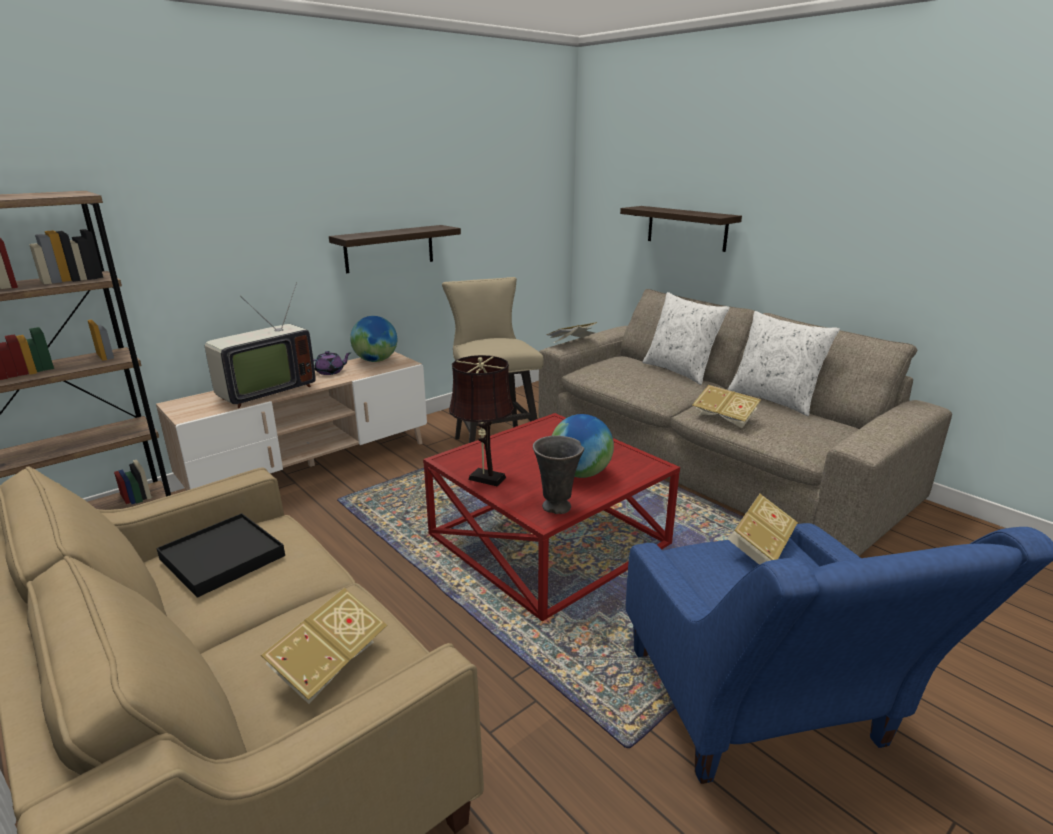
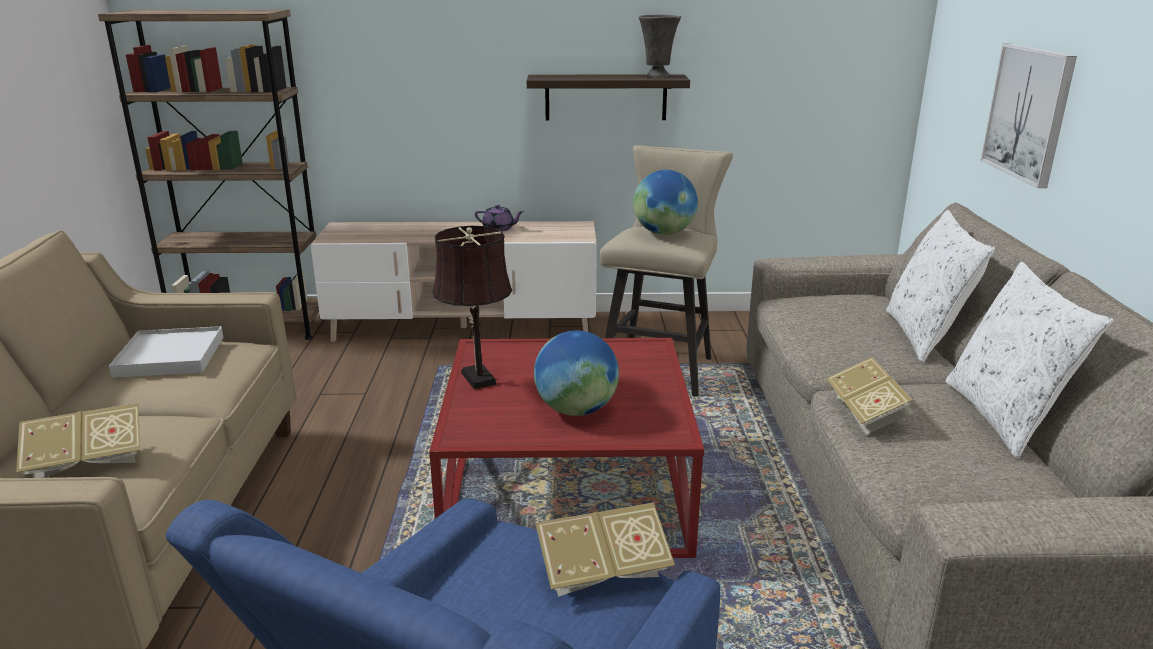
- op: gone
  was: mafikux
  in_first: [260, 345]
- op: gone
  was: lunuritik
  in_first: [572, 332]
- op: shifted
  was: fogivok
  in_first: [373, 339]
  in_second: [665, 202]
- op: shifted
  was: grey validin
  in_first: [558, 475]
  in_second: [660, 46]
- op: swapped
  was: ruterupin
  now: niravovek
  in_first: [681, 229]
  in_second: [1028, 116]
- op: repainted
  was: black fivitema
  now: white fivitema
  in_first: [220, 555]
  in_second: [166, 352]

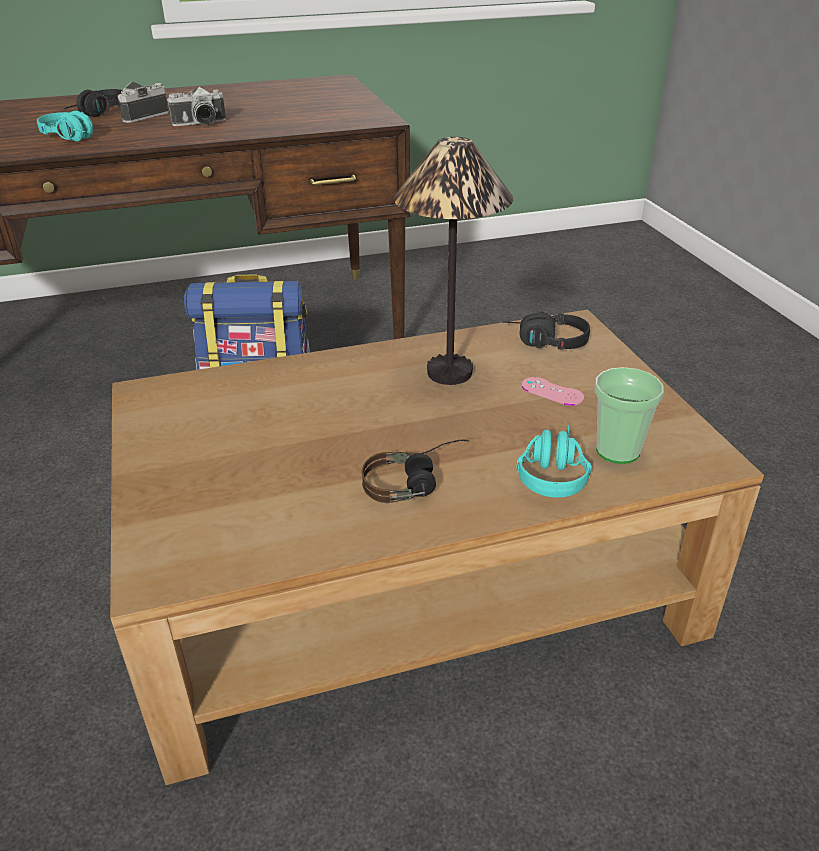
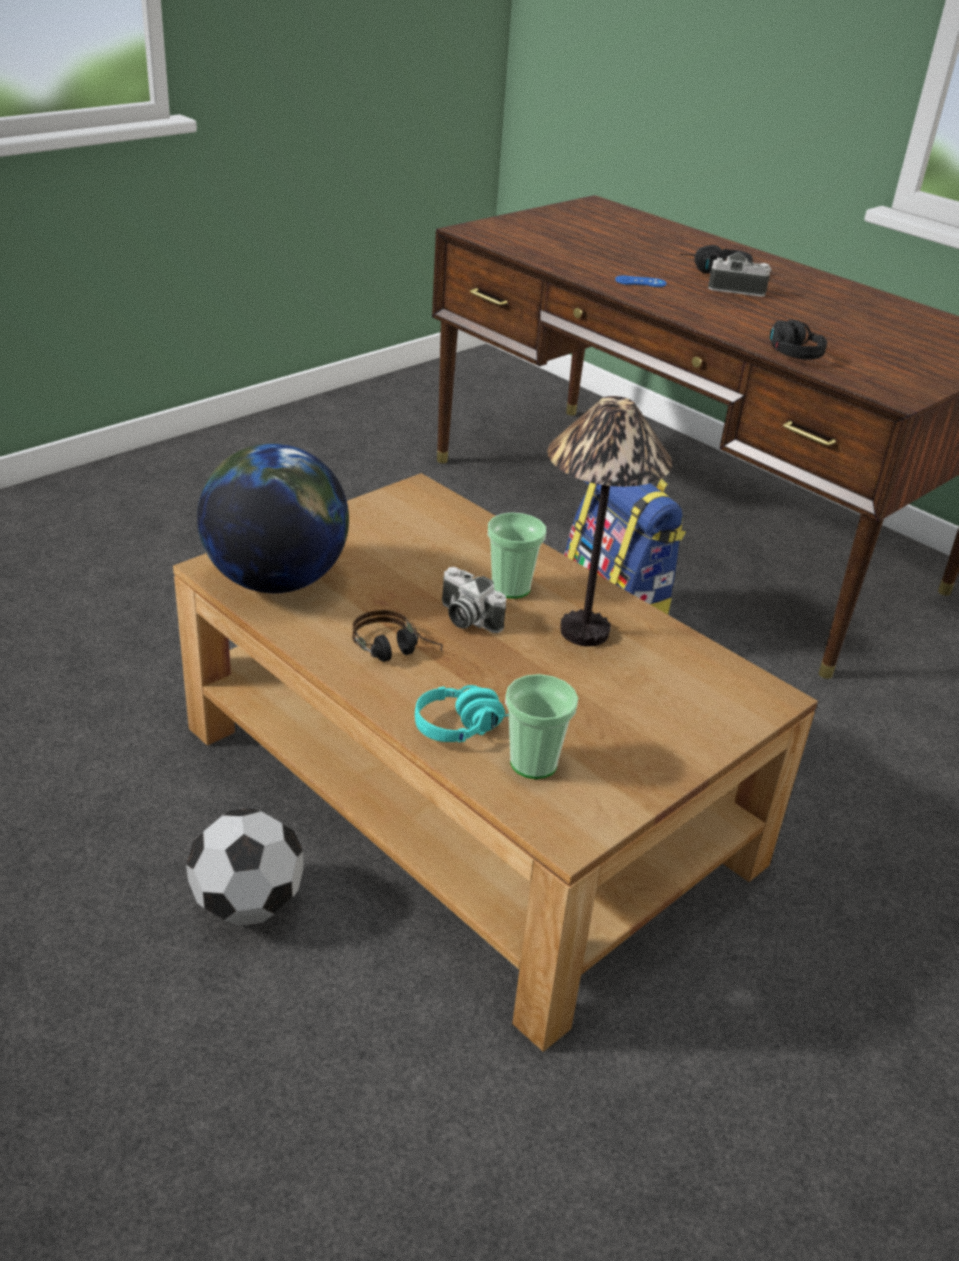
- op: gone
  was: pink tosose
  in_first: [553, 391]
- op: new
  now: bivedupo
  in_second: [245, 867]
- op: new
  now: fogivok
  in_second: [273, 518]
- op: new
  now: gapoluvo
  in_second: [517, 555]
- op: shifted
  was: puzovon
  in_first: [196, 106]
  in_second: [474, 600]
- op: shifted
  was: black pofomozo
  in_first: [546, 330]
  in_second: [798, 340]
- op: swapped
  was: turquoise pofomozo
  now: blue tosose
  in_first: [65, 126]
  in_second: [640, 281]

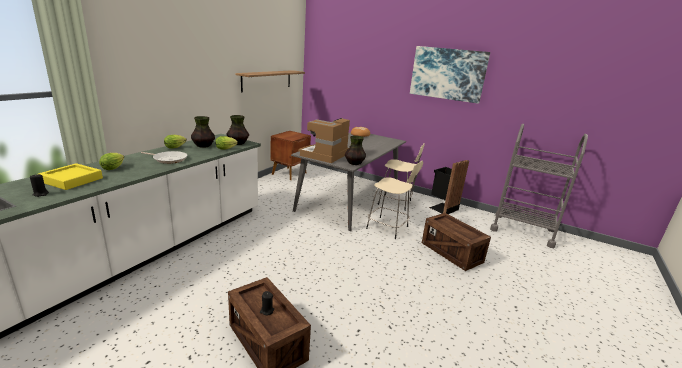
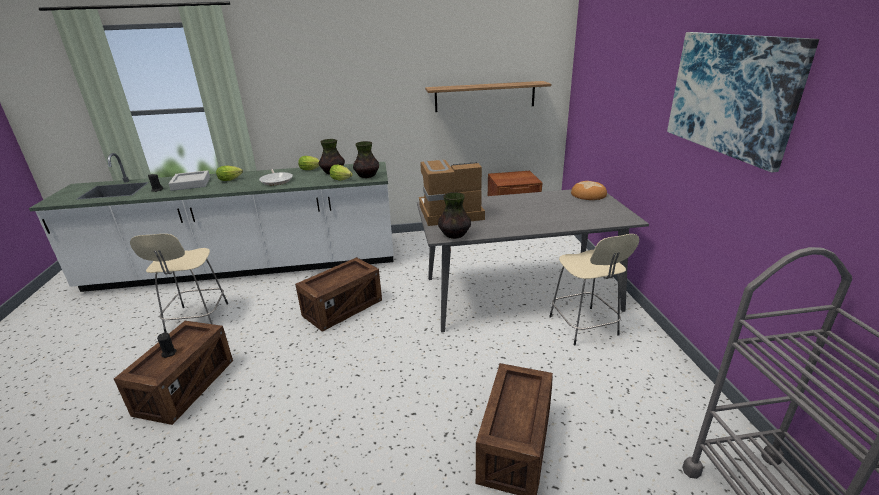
- op: gone
  was: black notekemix
  in_first: [449, 187]
- op: new
  now: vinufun
  in_second: [338, 294]
- op: shifted
  was: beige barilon
  in_first: [394, 200]
  in_second: [179, 283]
- op: repainted
  was: yellow fivitema
  now: grey fivitema
  in_first: [70, 176]
  in_second: [189, 180]

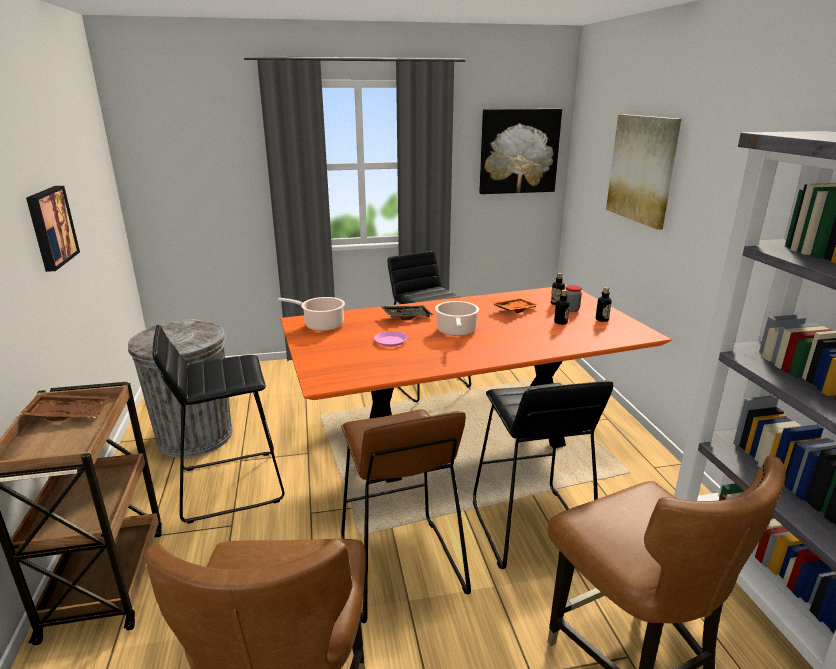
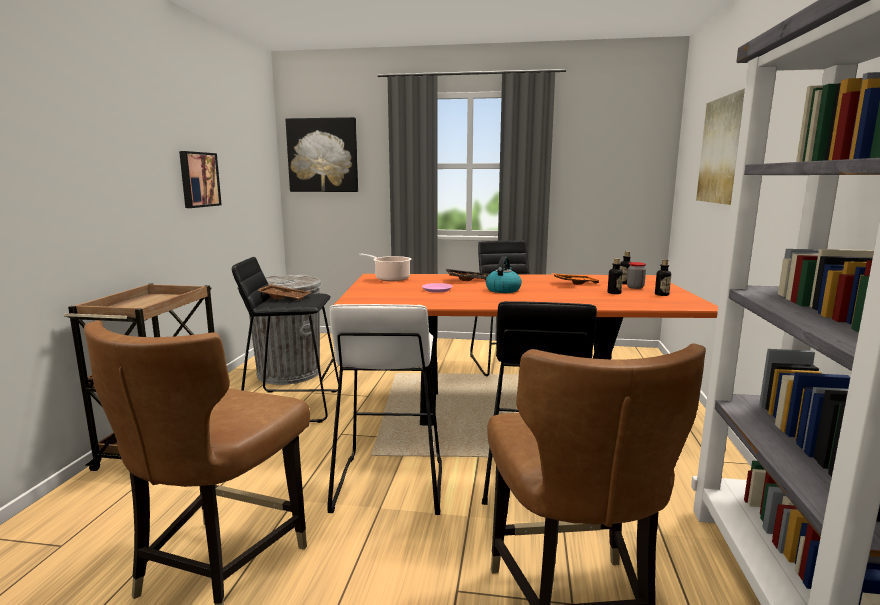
- op: shifted
  was: brown fivitema
  in_first: [64, 407]
  in_second: [284, 292]
- op: shifted
  was: niravovek
  in_first: [520, 151]
  in_second: [321, 154]
- op: swapped
  was: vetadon
  now: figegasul
  in_first: [457, 318]
  in_second: [504, 274]
- op: repainted
  was: brown barilon
  now: white barilon
  in_first: [406, 516]
  in_second: [384, 409]

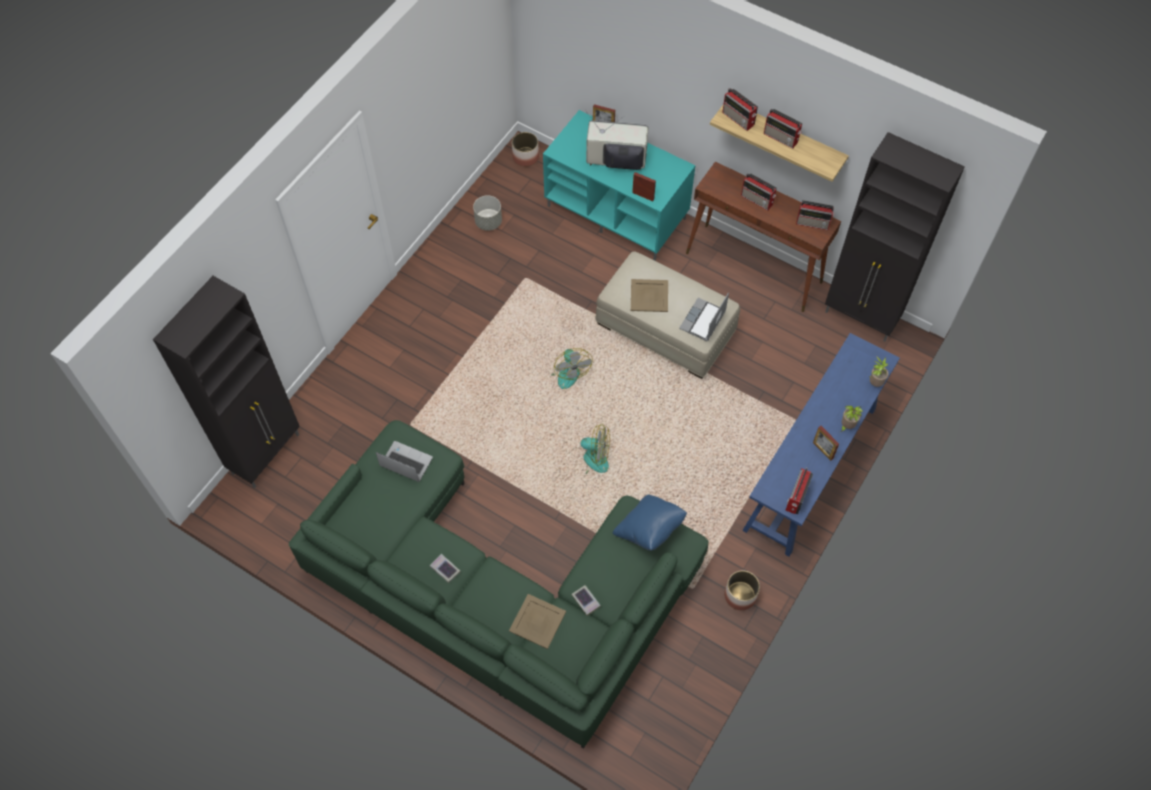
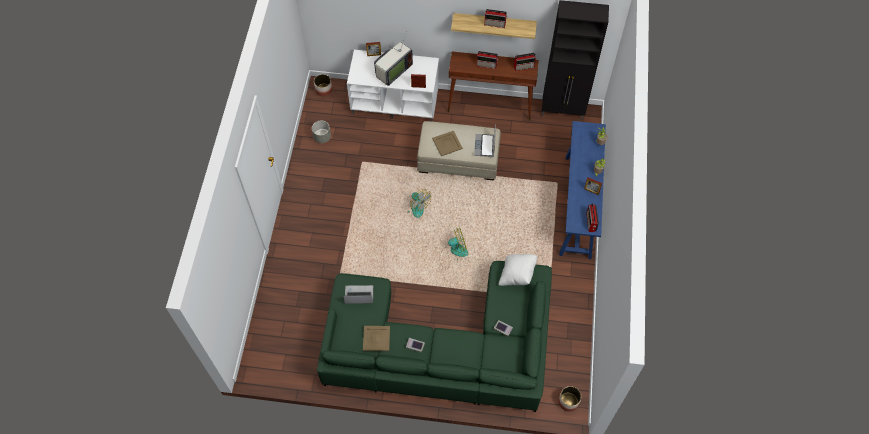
- op: gone
  was: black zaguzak
  in_first: [226, 382]
- op: gone
  was: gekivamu
  in_first: [740, 109]
- op: shifted
  was: beige fivitema
  in_first: [537, 621]
  in_second: [376, 338]
- op: shifted
  was: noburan
  in_first: [742, 590]
  in_second: [569, 399]
- op: repainted
  was: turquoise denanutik
  now: white denanutik
  in_first: [619, 185]
  in_second: [393, 86]
- op: repainted
  was: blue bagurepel
  now: white bagurepel
  in_first: [649, 522]
  in_second: [518, 270]
- op: rotated
  was: mafikux
  in_first: [616, 140]
  in_second: [393, 59]
  clockwise: 150

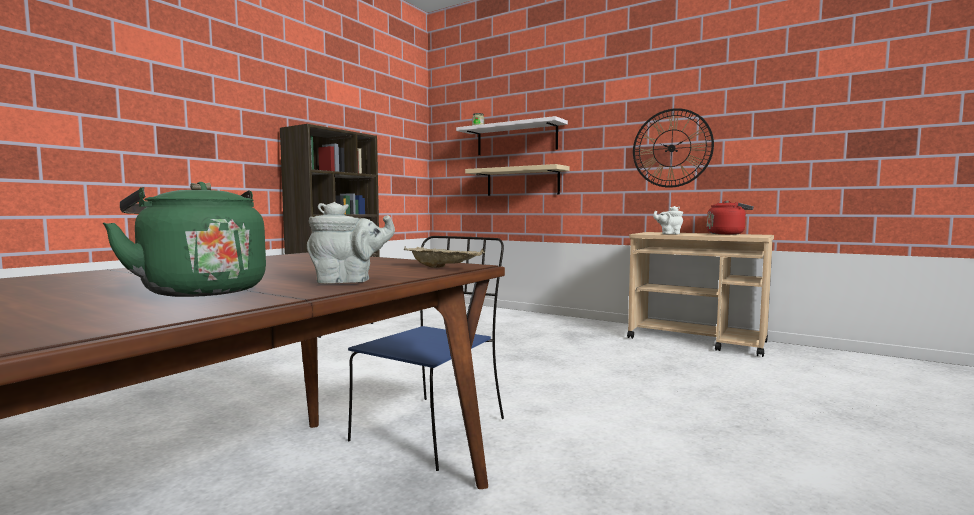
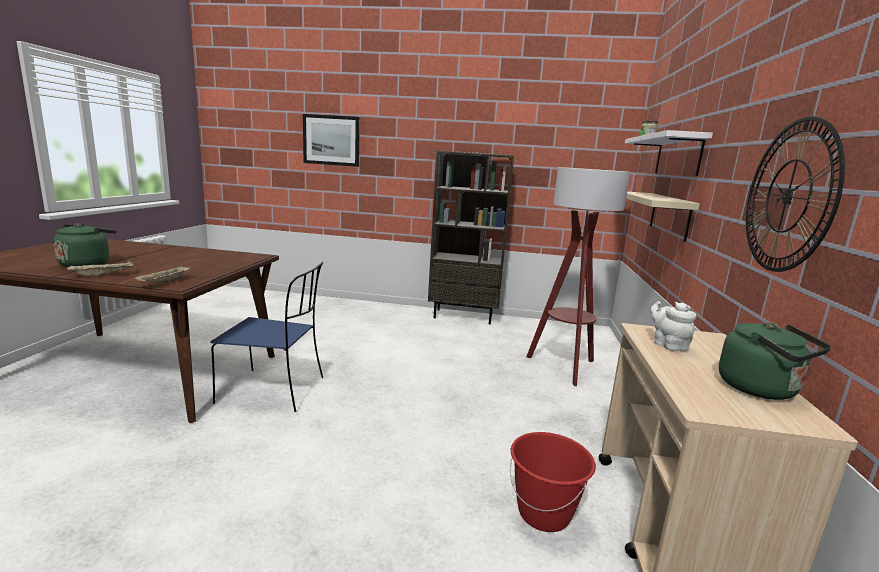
- op: new
  now: niravovek
  in_second: [331, 140]
- op: new
  now: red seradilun
  in_second: [553, 482]
- op: new
  now: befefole
  in_second: [578, 276]
- op: swapped
  was: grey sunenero
  now: beige fivitema
  in_first: [351, 243]
  in_second: [100, 269]
- op: repainted
  was: red figegasul
  now: green figegasul
  in_first: [730, 217]
  in_second: [775, 361]

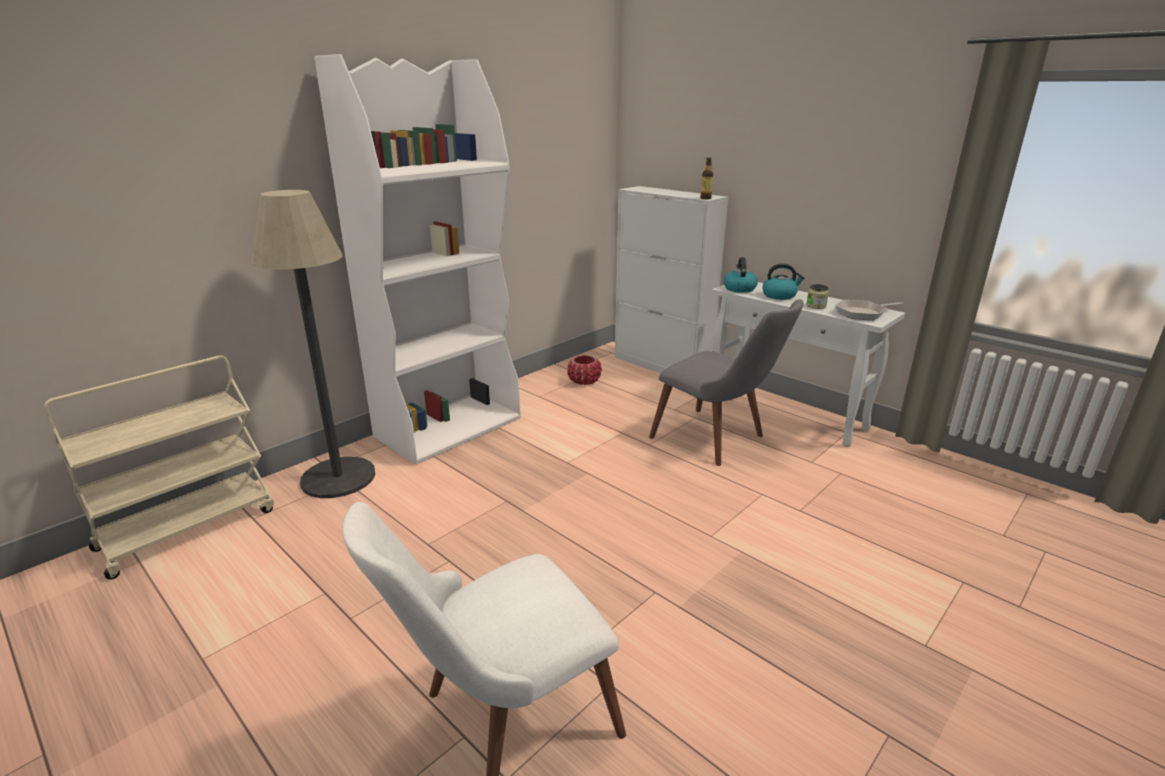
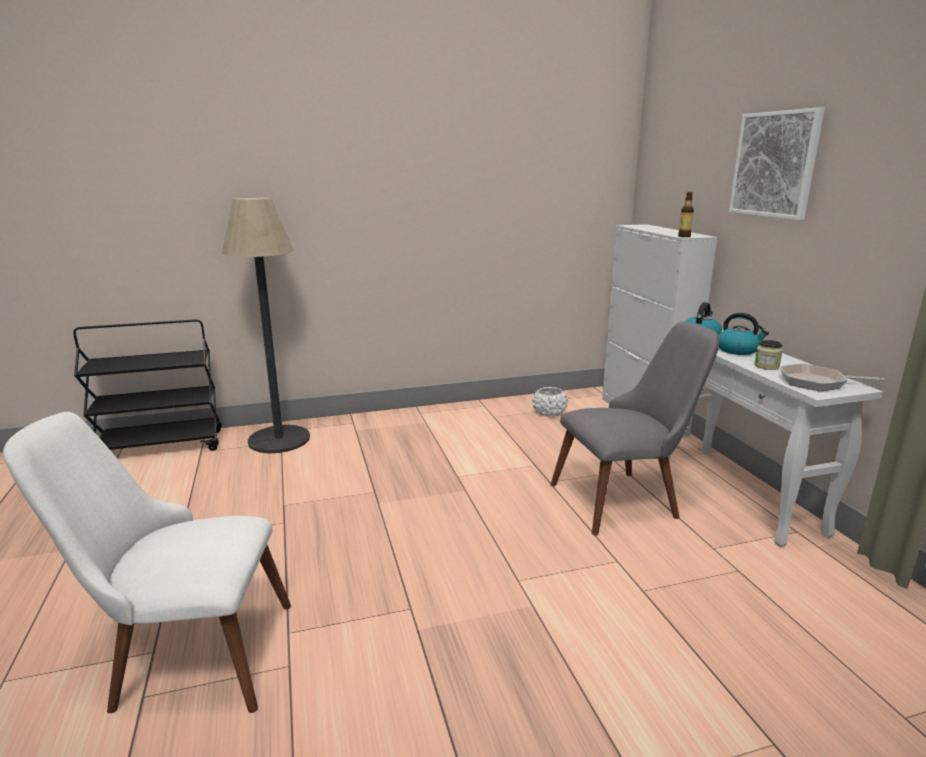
- op: gone
  was: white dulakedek
  in_first: [418, 259]
- op: new
  now: niravovek
  in_second: [777, 163]
- op: repainted
  was: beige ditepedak
  now: black ditepedak
  in_first: [159, 468]
  in_second: [147, 385]
- op: repainted
  was: red noburan
  now: white noburan
  in_first: [584, 370]
  in_second: [550, 402]
- op: rotated
  was: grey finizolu
  in_first: [726, 382]
  in_second: [635, 429]
  clockwise: -90

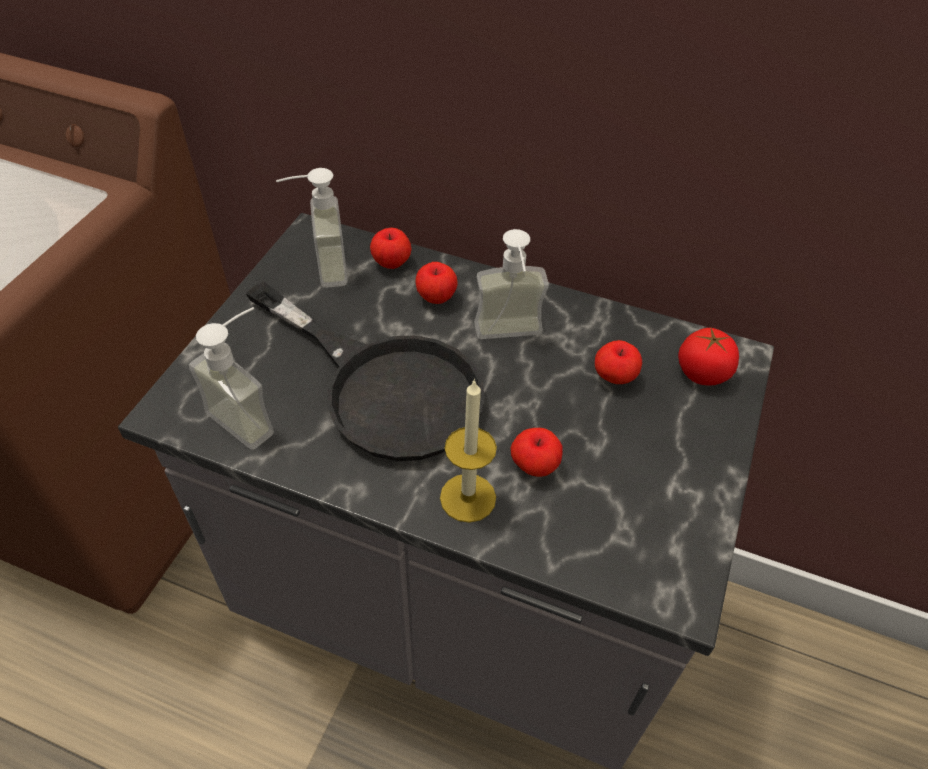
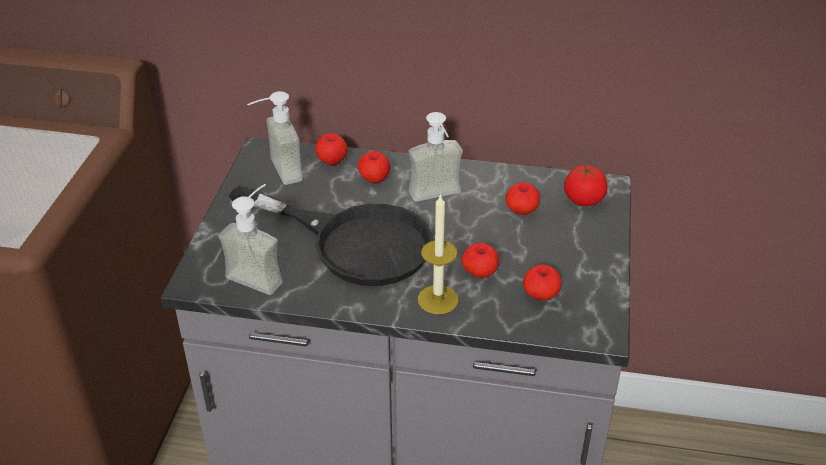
- op: new
  now: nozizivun
  in_second: [542, 282]

